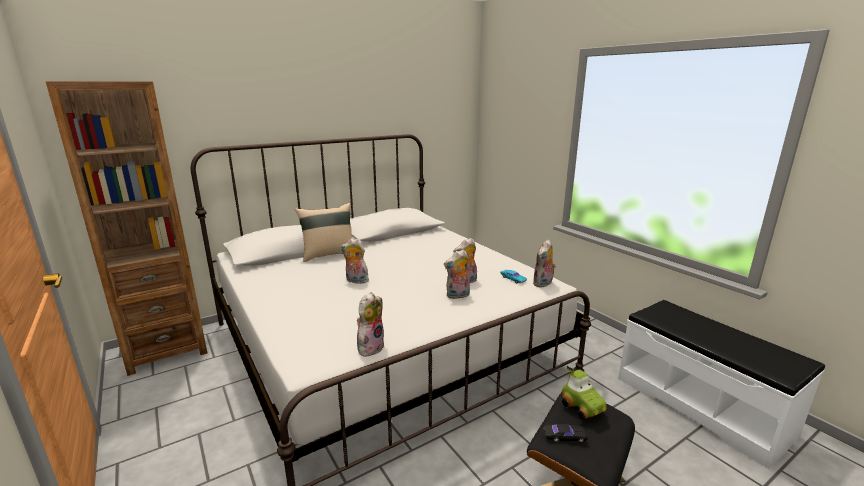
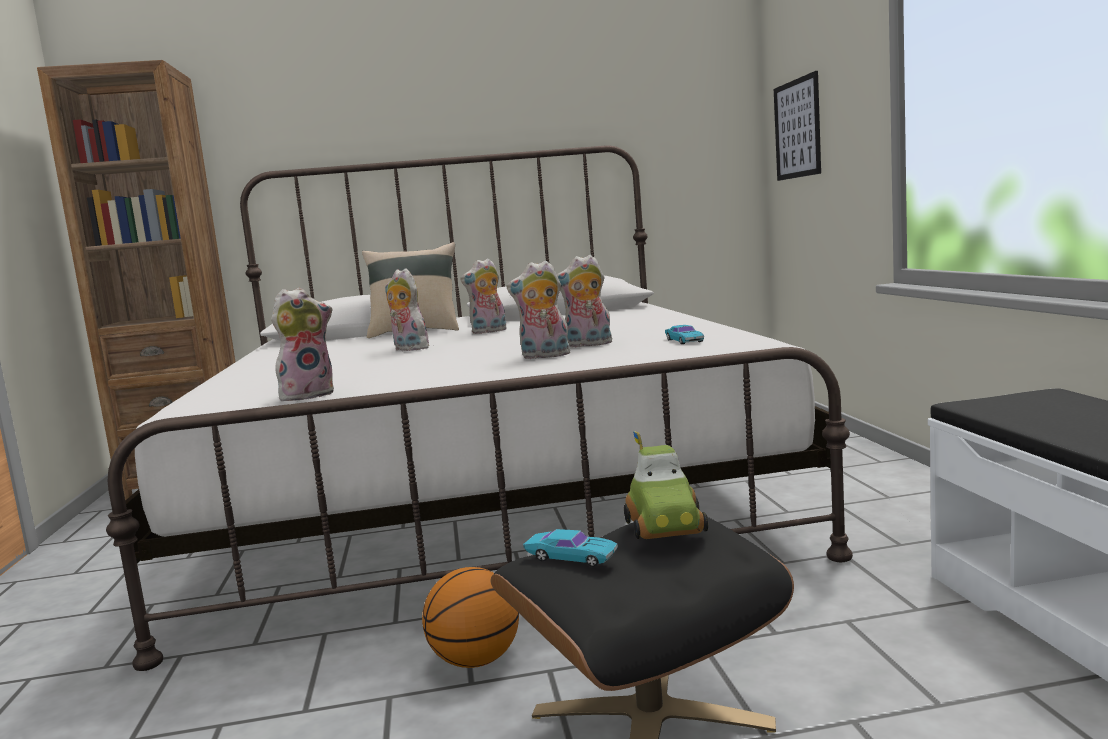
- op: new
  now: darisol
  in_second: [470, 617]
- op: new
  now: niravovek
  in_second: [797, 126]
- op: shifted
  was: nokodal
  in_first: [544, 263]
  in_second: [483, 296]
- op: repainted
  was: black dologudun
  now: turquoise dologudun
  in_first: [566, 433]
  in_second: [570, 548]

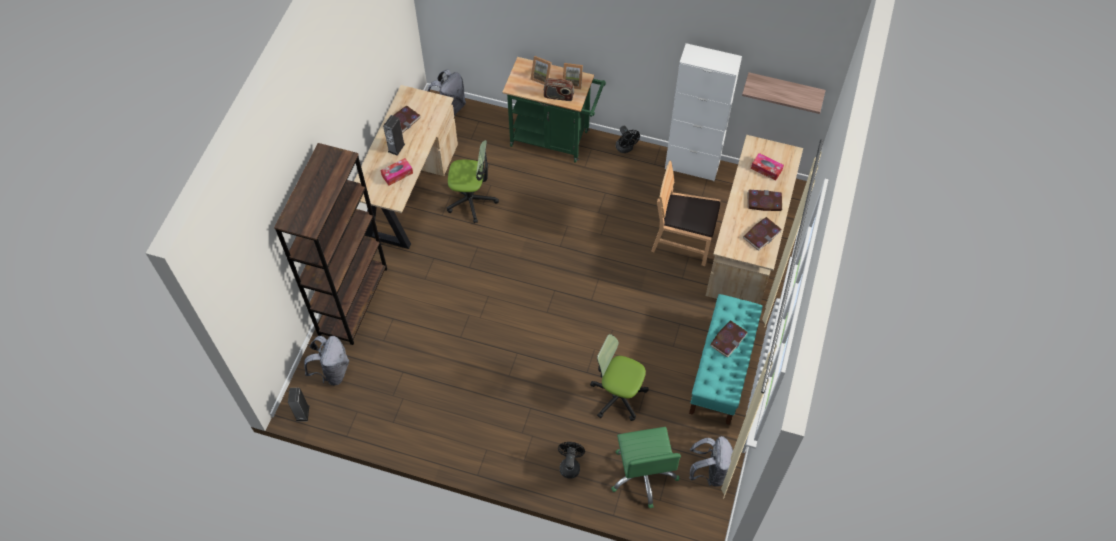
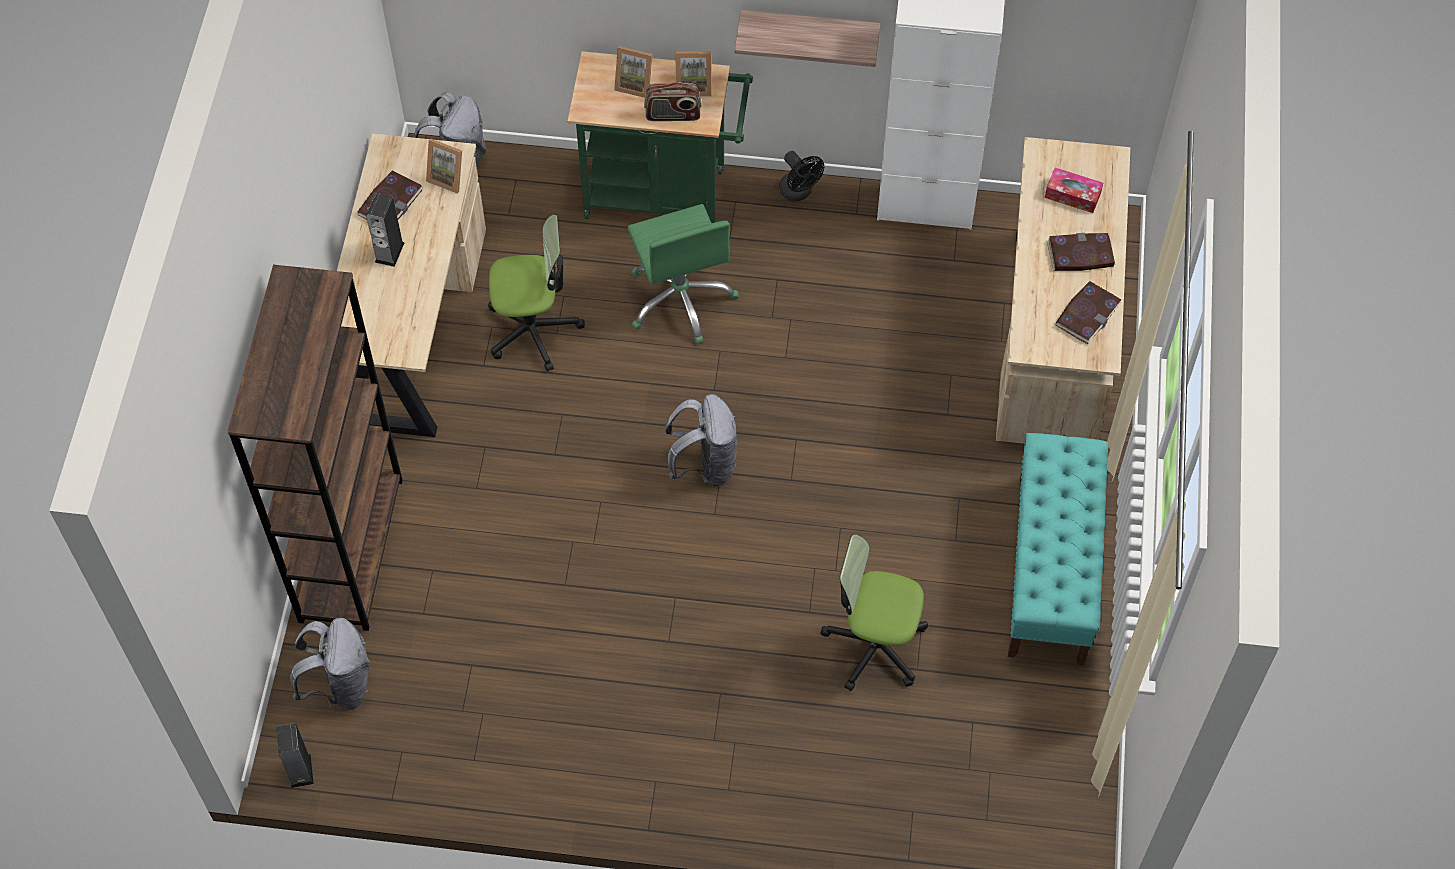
- op: gone
  was: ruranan
  in_first: [397, 172]
- op: gone
  was: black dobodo
  in_first: [571, 460]
- op: gone
  was: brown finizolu
  in_first: [685, 213]
- op: gone
  was: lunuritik
  in_first: [729, 339]
- op: new
  now: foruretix
  in_second: [444, 166]
- op: shifted
  was: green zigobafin
  in_first: [646, 467]
  in_second: [683, 274]
- op: shifted
  was: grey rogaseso
  in_first: [711, 461]
  in_second: [701, 440]
- op: shifted
  was: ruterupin
  in_first: [784, 93]
  in_second: [807, 38]

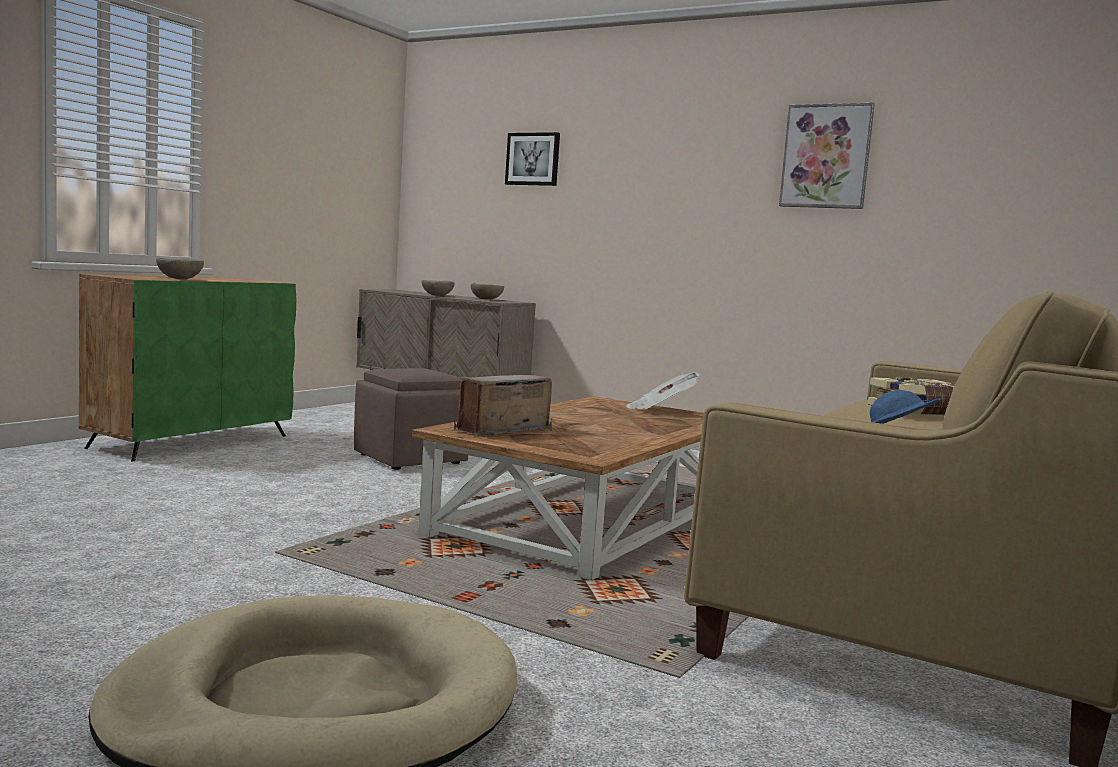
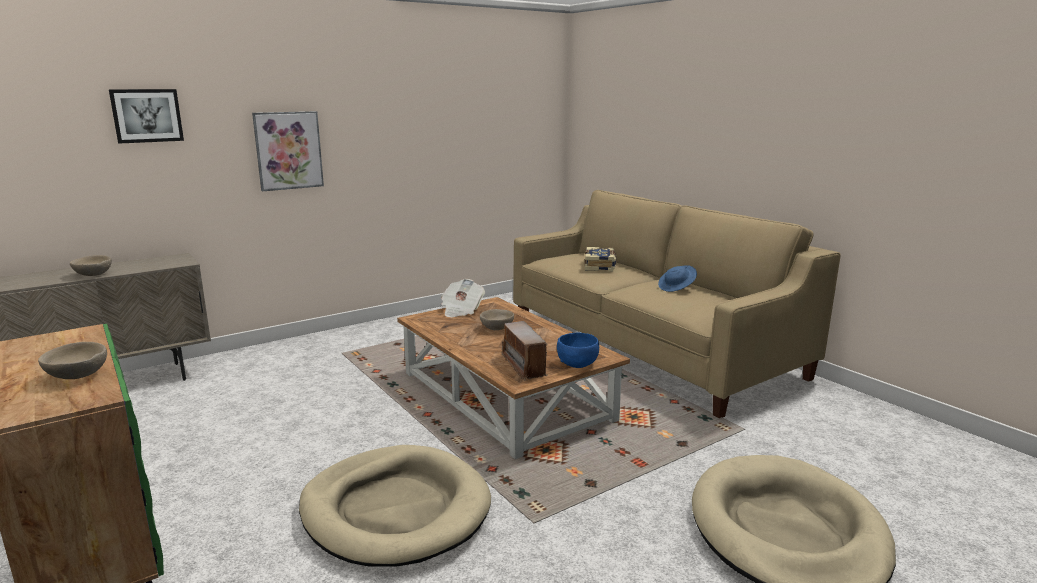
- op: gone
  was: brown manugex
  in_first: [411, 419]
- op: new
  now: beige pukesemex
  in_second: [395, 506]
- op: new
  now: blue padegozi
  in_second: [578, 350]
- op: shifted
  was: beige padegozi
  in_first: [487, 291]
  in_second: [497, 319]
- op: shifted
  was: niravovek
  in_first: [827, 156]
  in_second: [288, 151]

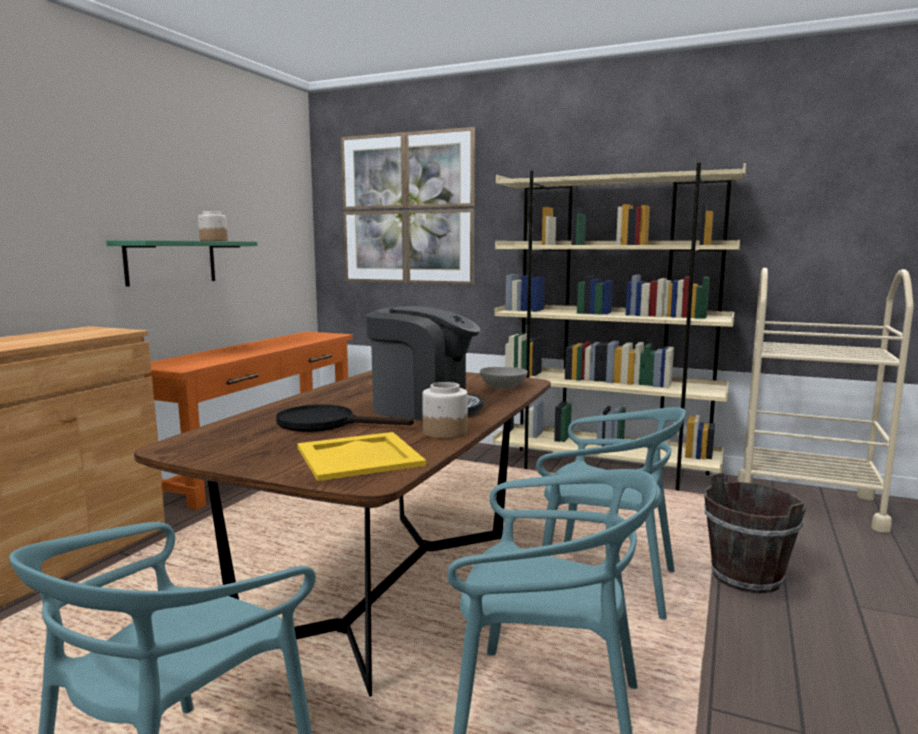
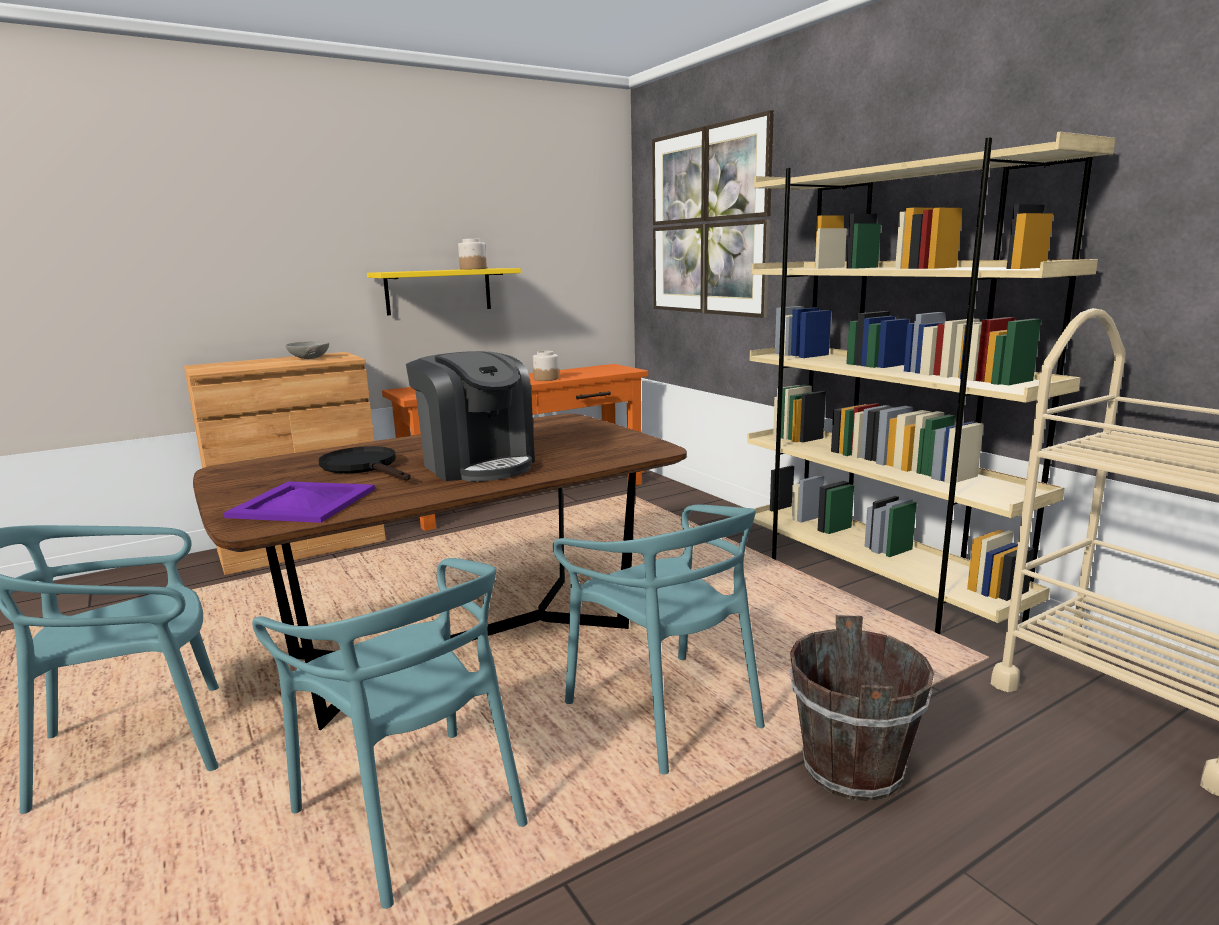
- op: shifted
  was: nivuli
  in_first: [445, 410]
  in_second: [546, 366]
- op: shifted
  was: grey padegozi
  in_first: [504, 377]
  in_second: [307, 350]
- op: repainted
  was: green ruterupin
  now: yellow ruterupin
  in_first: [181, 263]
  in_second: [444, 291]
- op: repainted
  was: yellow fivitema
  now: purple fivitema
  in_first: [361, 456]
  in_second: [299, 502]

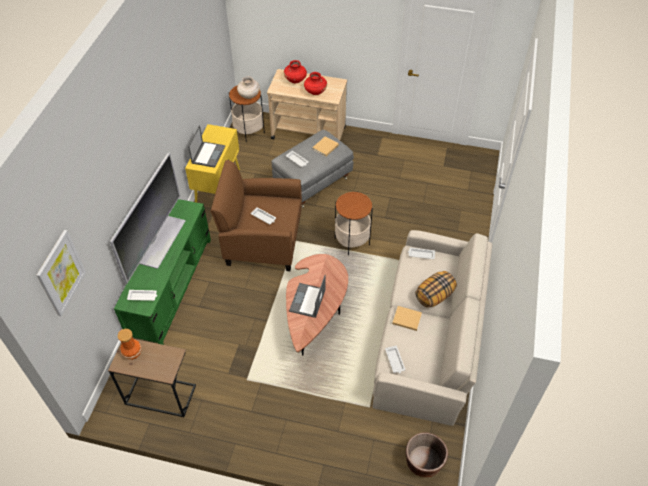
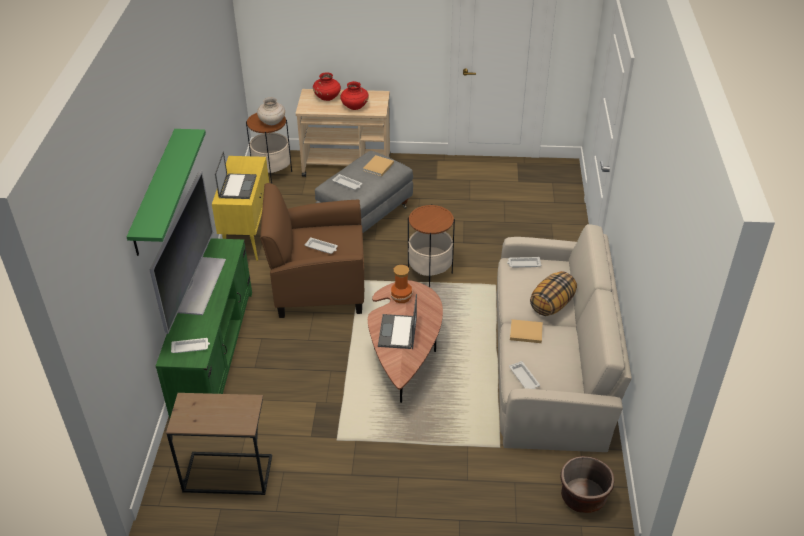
- op: gone
  was: niravovek
  in_first: [61, 273]
- op: new
  now: green ruterupin
  in_second: [166, 192]
- op: shifted
  was: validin
  in_first: [129, 344]
  in_second: [401, 284]

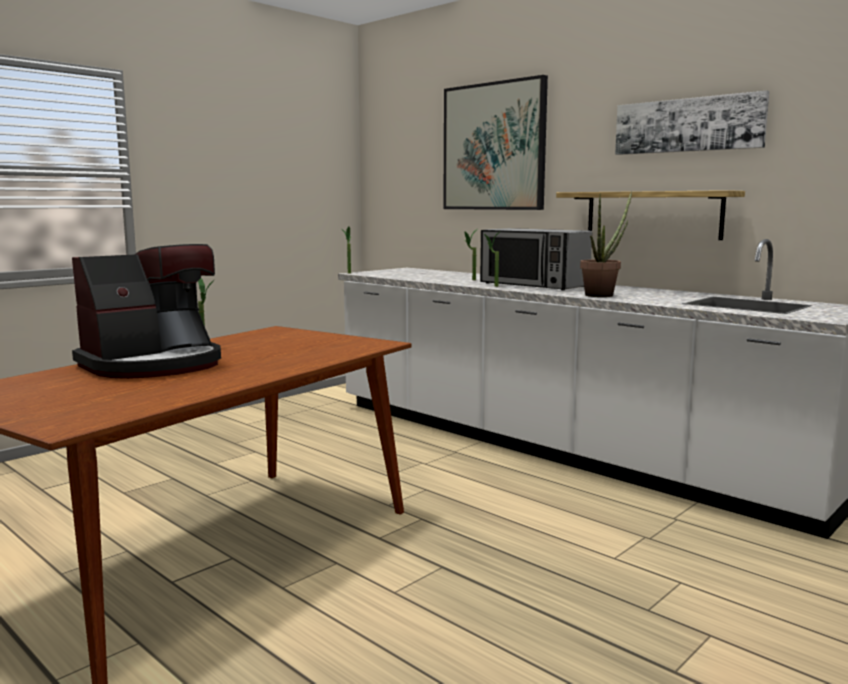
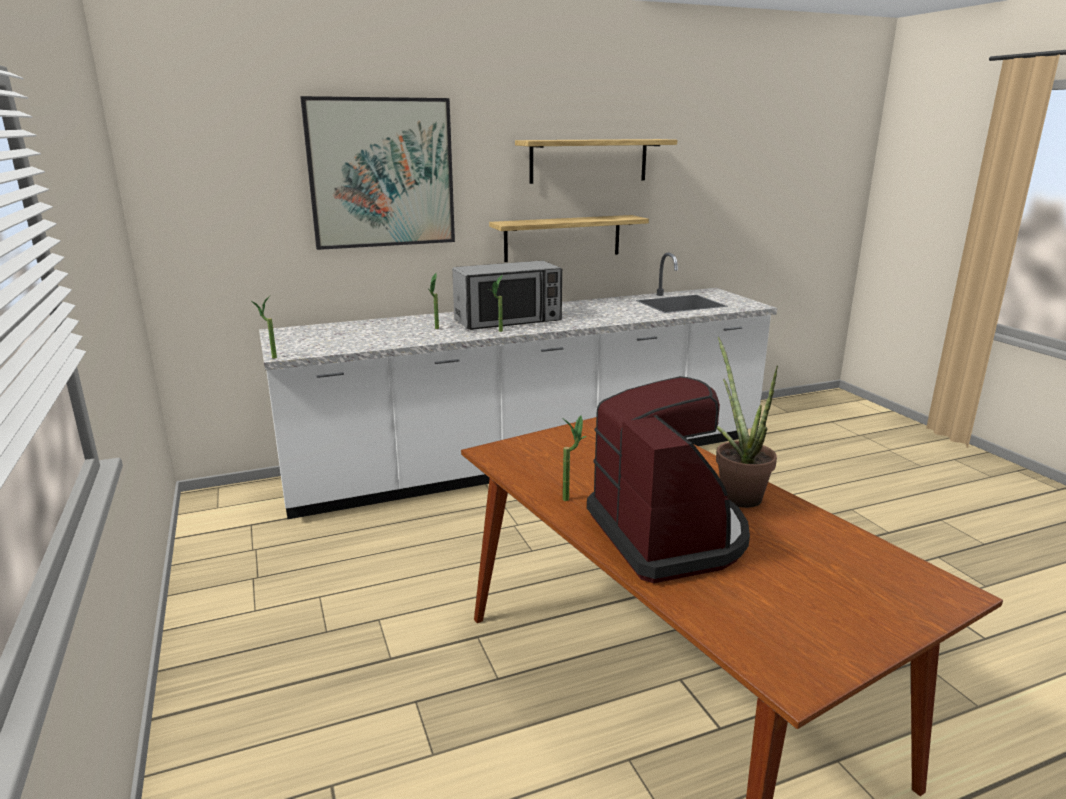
- op: shifted
  was: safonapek
  in_first: [606, 244]
  in_second: [747, 422]
- op: swapped
  was: niravovek
  now: ruterupin
  in_first: [692, 122]
  in_second: [596, 161]

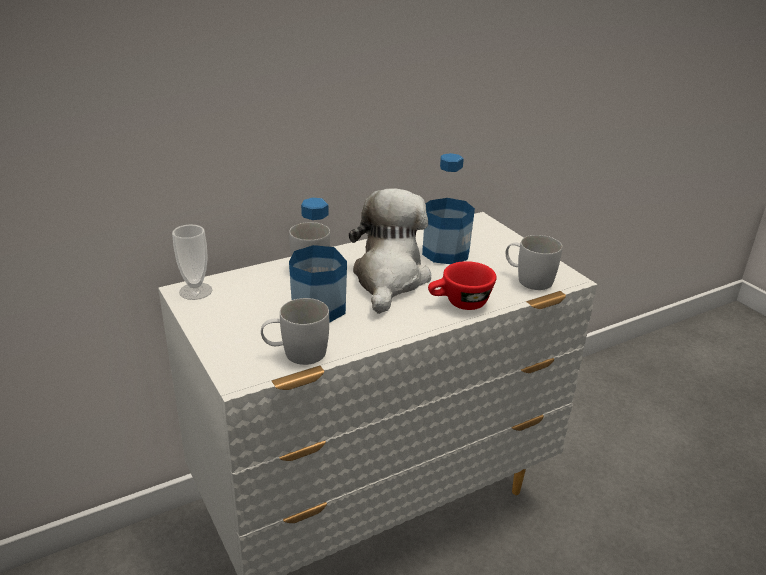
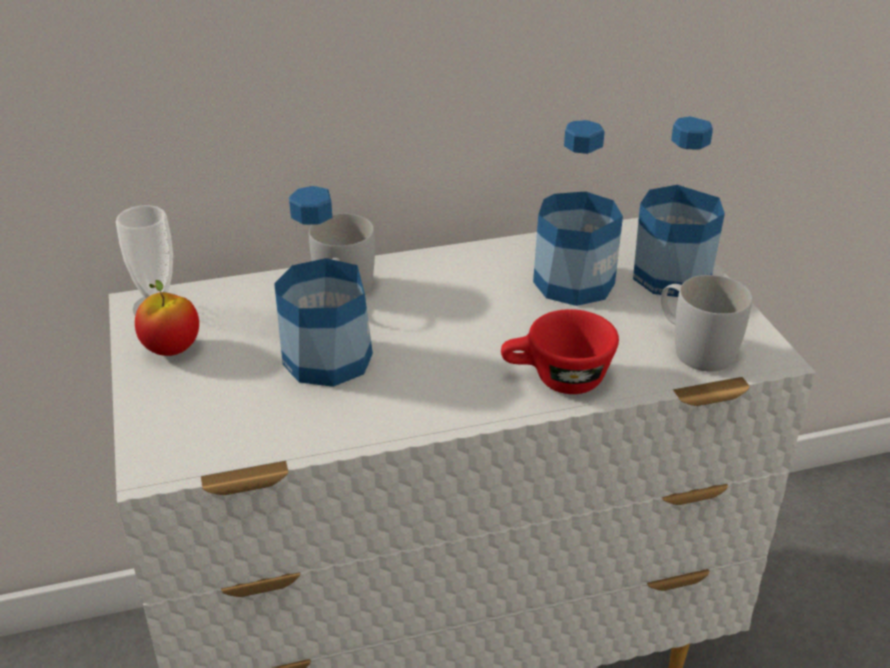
- op: gone
  was: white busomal
  in_first: [295, 331]
- op: gone
  was: nokodal
  in_first: [390, 251]
- op: new
  now: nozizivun
  in_second: [167, 318]
- op: new
  now: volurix
  in_second: [679, 206]

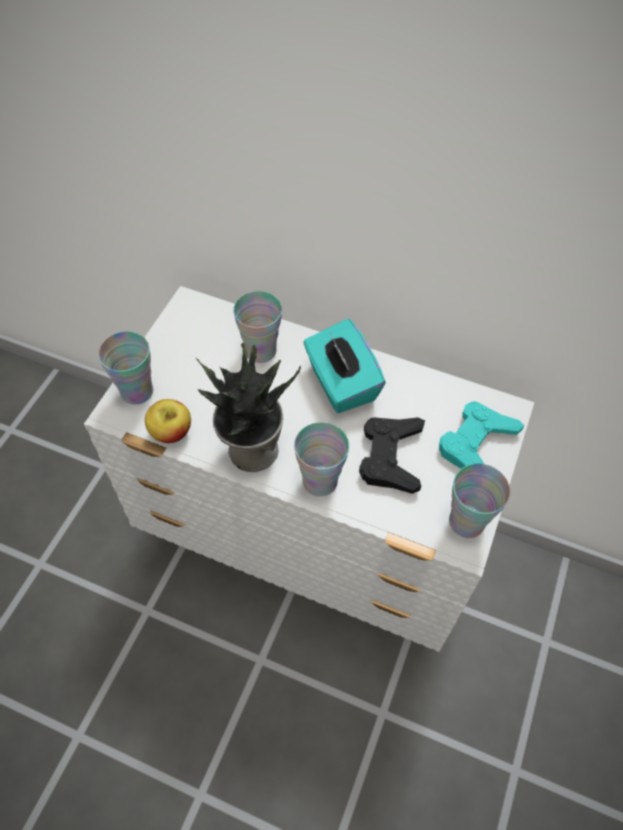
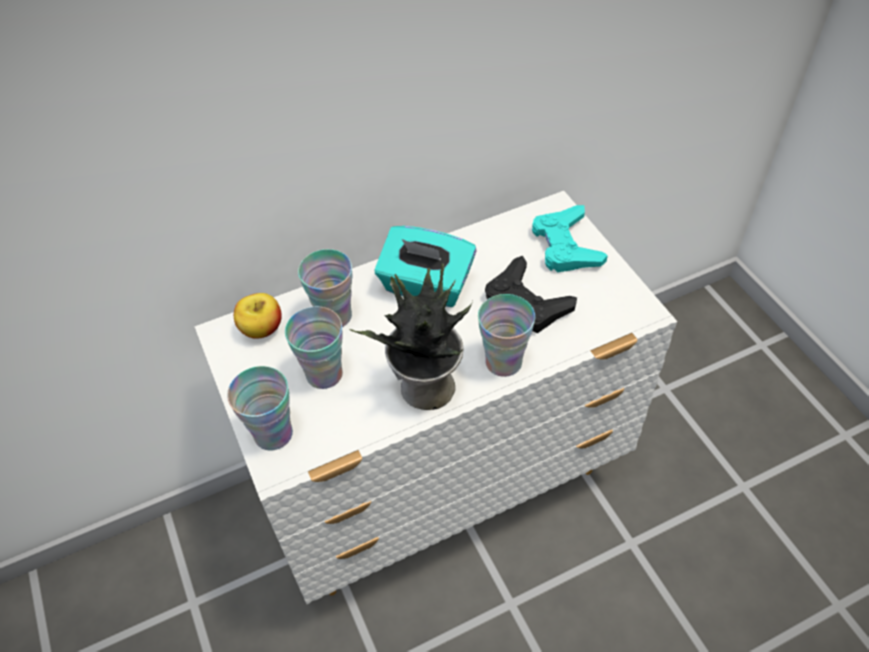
- op: shifted
  was: nozizivun
  in_first: [168, 421]
  in_second: [258, 316]
- op: shifted
  was: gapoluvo
  in_first: [479, 500]
  in_second: [314, 347]

